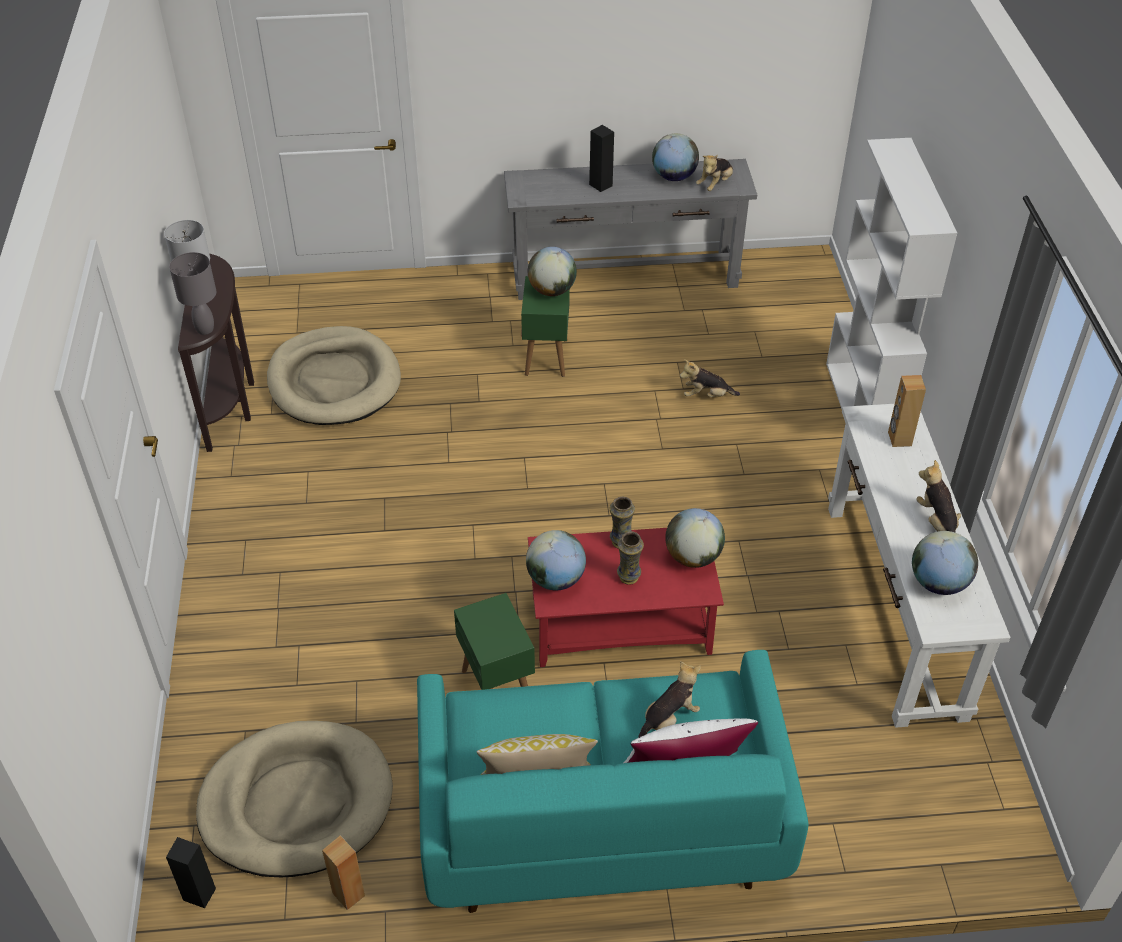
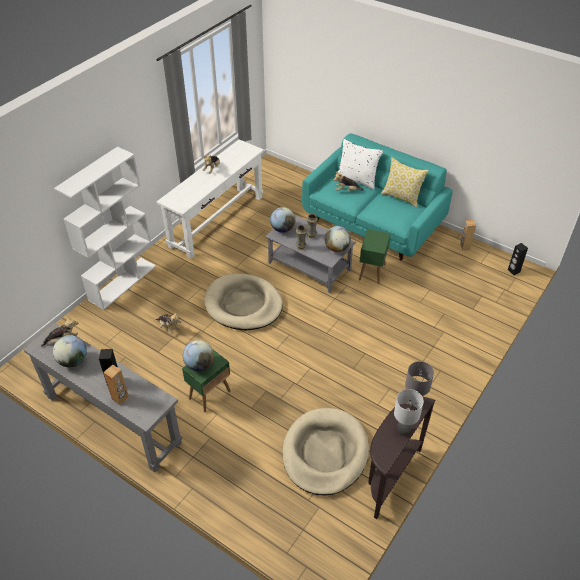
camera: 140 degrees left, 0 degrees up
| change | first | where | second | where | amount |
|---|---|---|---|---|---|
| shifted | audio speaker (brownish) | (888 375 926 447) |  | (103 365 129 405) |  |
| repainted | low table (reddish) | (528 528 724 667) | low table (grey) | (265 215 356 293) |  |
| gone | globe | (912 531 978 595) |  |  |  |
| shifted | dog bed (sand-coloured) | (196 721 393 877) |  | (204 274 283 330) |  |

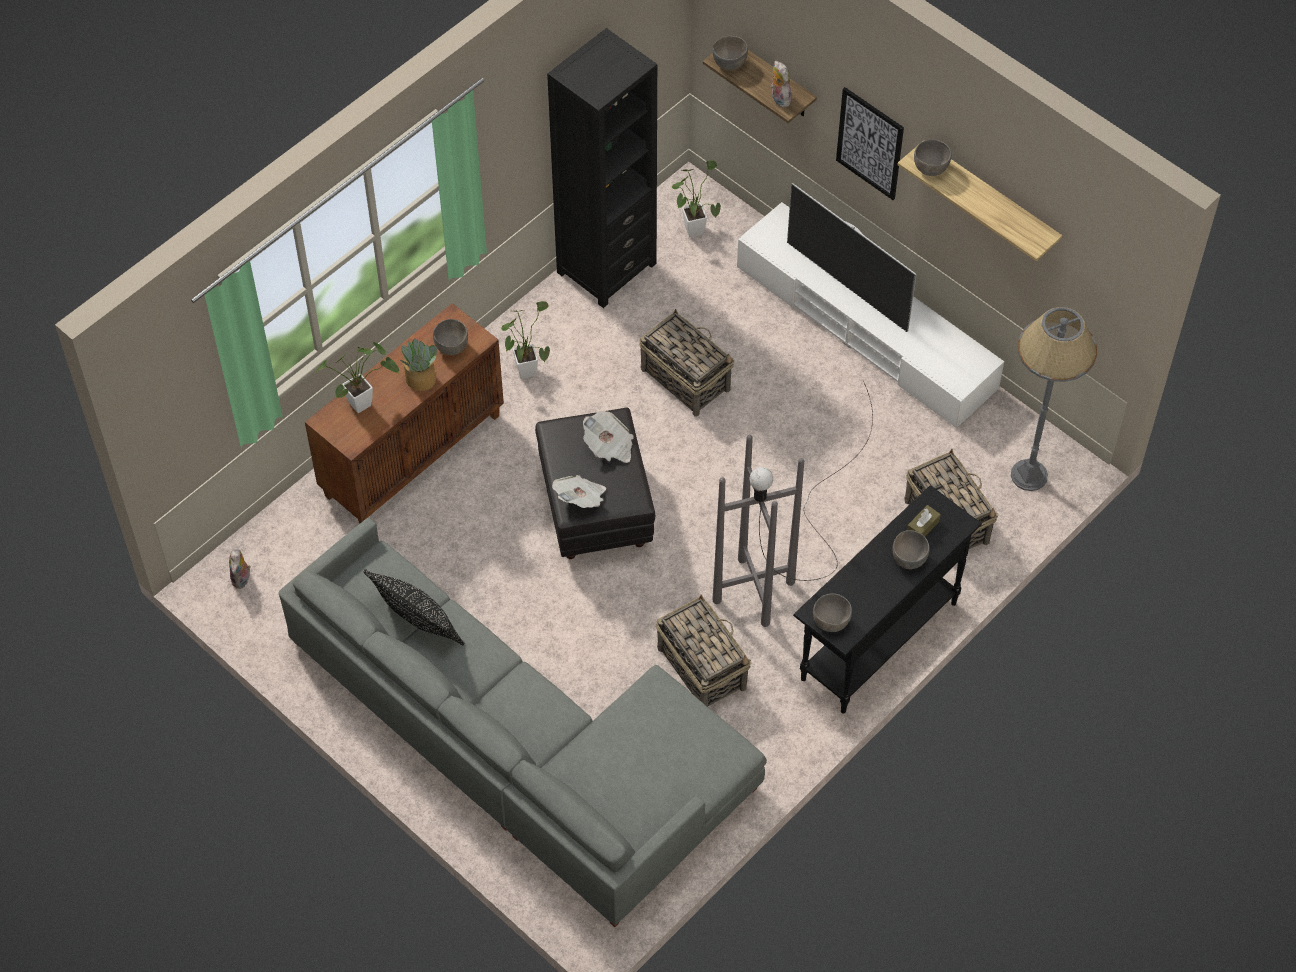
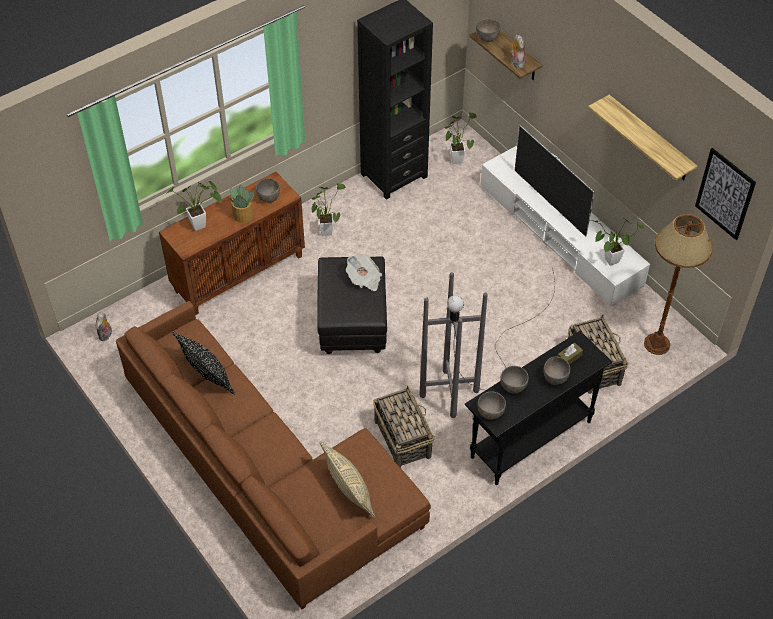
camera: 10 degrees right, 5 degrees down
| change | first | where | second | where | amount |
|---|---|---|---|---|---|
| shifted | wall art | (836 87 904 200) |  | (695 148 756 240) |  |
| shifted | bowl (grey) | (914 139 951 176) |  | (500 366 529 393) |  |
| repainted | standing lamp (grey) | (1011 307 1097 491) | standing lamp (brownish) | (644 214 713 355) |  |
| gone | storage basket | (639 309 734 417) |  |  |  |
| gone | printed paper | (552 475 606 508) |  |  |  |
| repainted | couch (grey) | (278 517 767 927) | couch (brownish) | (116 301 431 609) |  |
| new |  |  | houseplant | (589 219 644 266) |  |
| new |  |  | pillow (sand-coloured) | (320 441 375 519) |  |

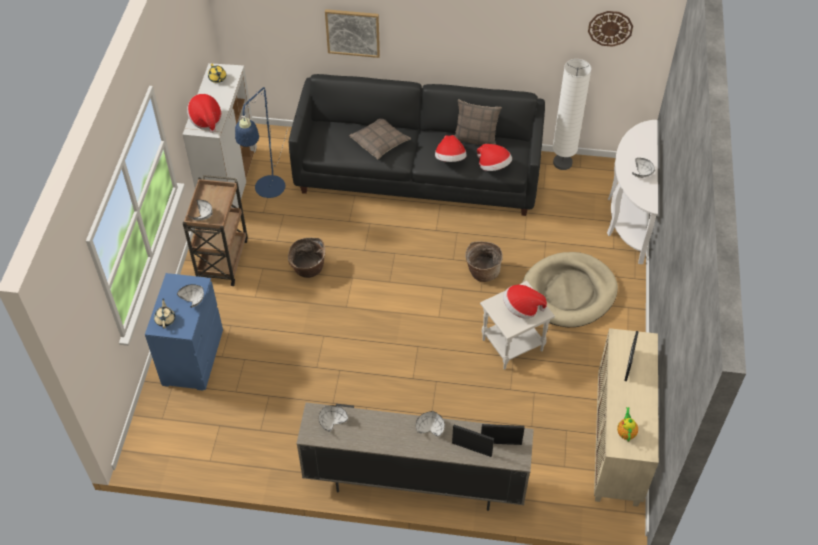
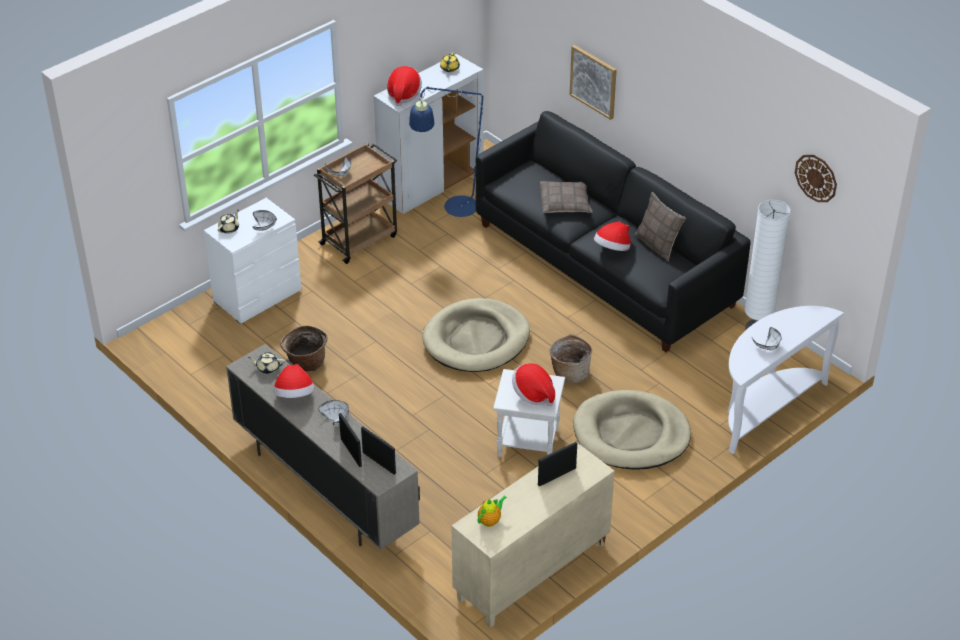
camera: 40 degrees right, 10 degrees down
| change | first | where | second | where | amount |
|---|---|---|---|---|---|
| shifted | clothing hat | (477 144 512 171) |  | (274 364 315 398) |  |
| shifted | storage basket | (288 238 325 278) |  | (280 325 328 372) |  |
| repainted | drawer chest (blue-coloured) | (145 273 223 391) | drawer chest (white) | (204 198 302 324) |  |
| swapped | bowl (white) | (319 405 348 432) | teapot (sand-coloured) | (248 352 285 374) |  |
| new |  |  | dog bed (sand-coloured) | (422 298 530 372) |  |

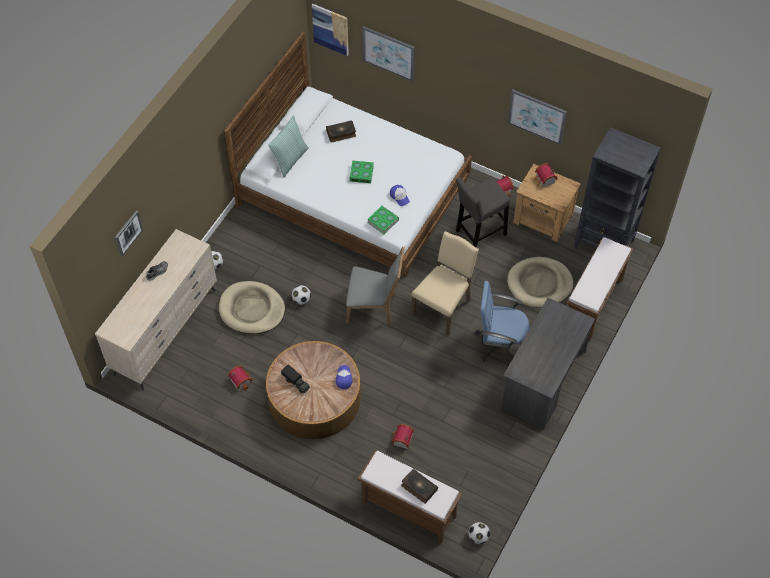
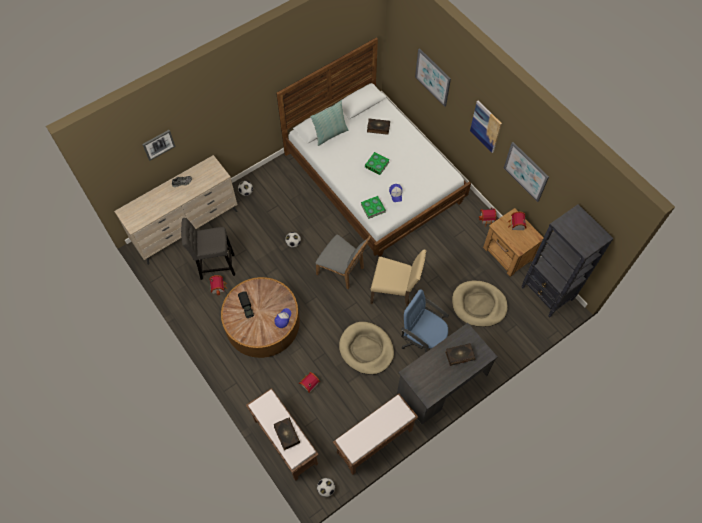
camera: 25 degrees right, 5 degrees up
| change | first | where | second | where | amount |
|---|---|---|---|---|---|
| shifted | wall art | (312 4 349 56) |  | (470 101 502 153) |  |
| shifted | sitting stool (grey) | (456 177 510 248) |  | (181 218 235 280) |  |
| rotated | chair (sand-coloured) | (411 231 479 336) |  | (370 249 426 306) | 45 degrees clockwise |
| shifted | long seat (brownish) | (566 237 633 340) |  | (333 394 418 475) |  |
| shifted | dog bed (sand-coloured) | (219 281 285 334) |  | (339 322 394 374) |  |
| new |  |  | bound book | (445 343 476 366) |  |

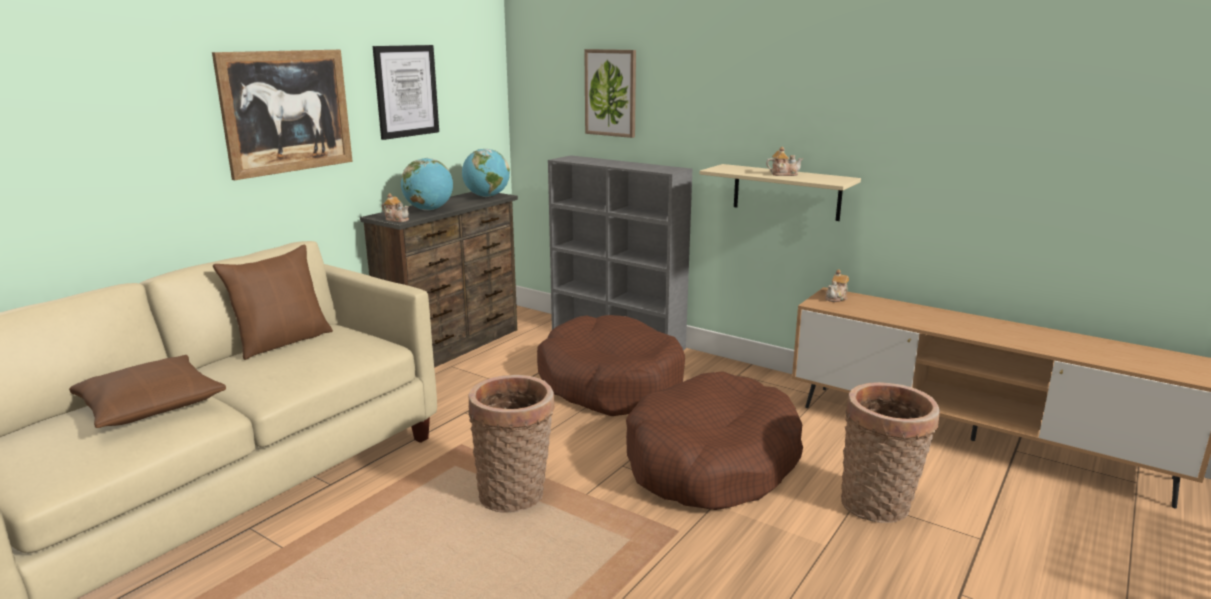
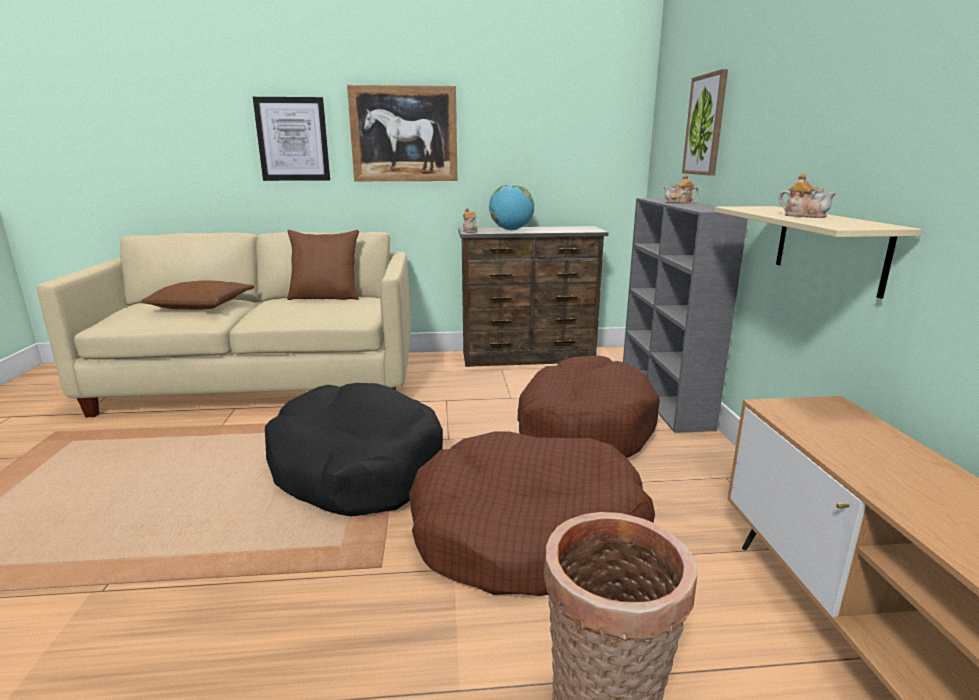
camera: 50 degrees right, 0 degrees up
| change | first | where | second | where | amount |
|---|---|---|---|---|---|
| shifted | wall art | (373 45 439 140) |  | (253 97 330 181) |  |
| gone | globe | (462 149 510 197) |  |  |  |
| shifted | teapot | (825 269 849 302) |  | (663 174 699 204) |  |
| swapped | storage basket | (469 375 555 513) | dog bed (blackish) | (265 383 443 516) |  |

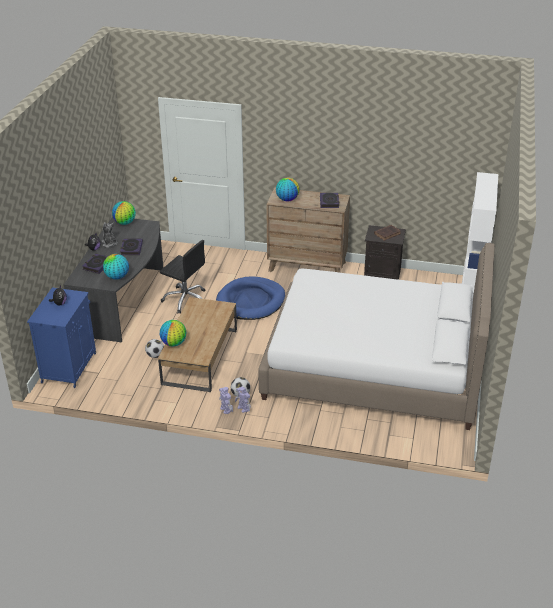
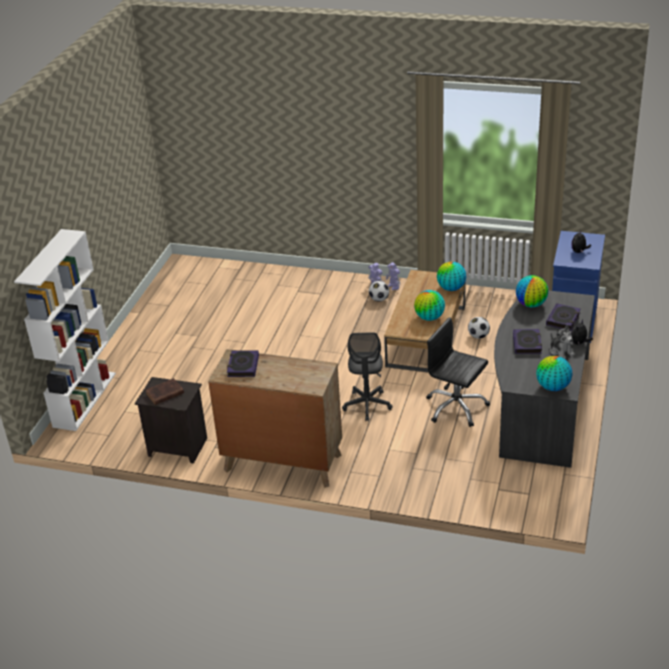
camera: 175 degrees left, 0 degrees up
| change | first | where | second | where | amount |
|---|---|---|---|---|---|
| shifted | globe | (276 178 299 201) |  | (414 290 445 321) |  |
| gone | bed (white) | (258 243 495 430) |  |  |  |
| swapped | dog bed (blue-coloured) | (216 276 285 320) | desk chair (grey) | (342 332 392 421) |  |

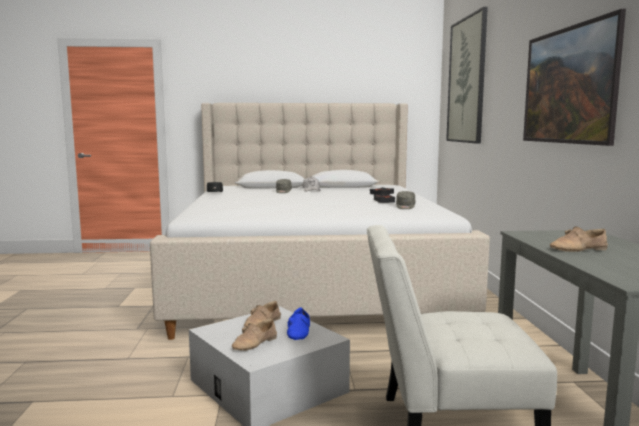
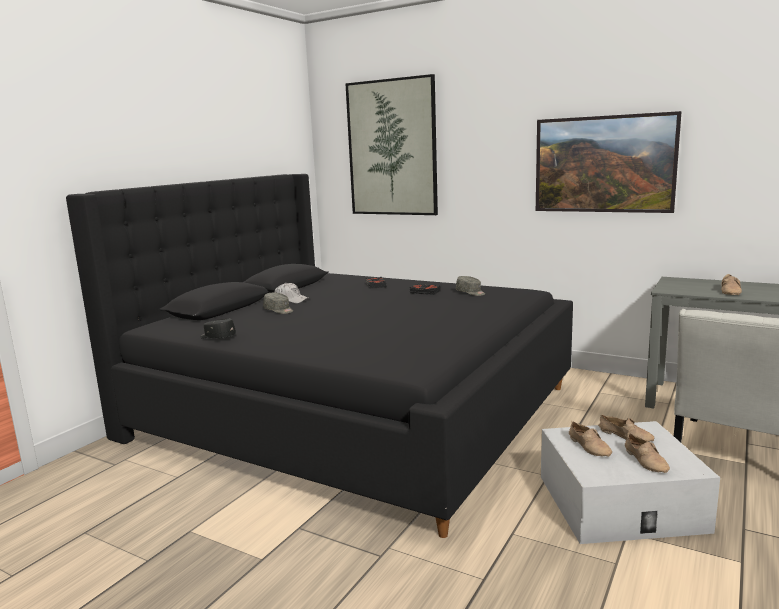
camera: 55 degrees left, 5 degrees up
| change | first | where | second | where | amount |
|---|---|---|---|---|---|
| repainted | bed (sand-coloured) | (150 103 490 340) | bed (blackish) | (66 174 573 538) |  |
| repainted | shoe (blue-coloured) | (287 307 310 340) | shoe (sand-coloured) | (598 415 654 442) |  |

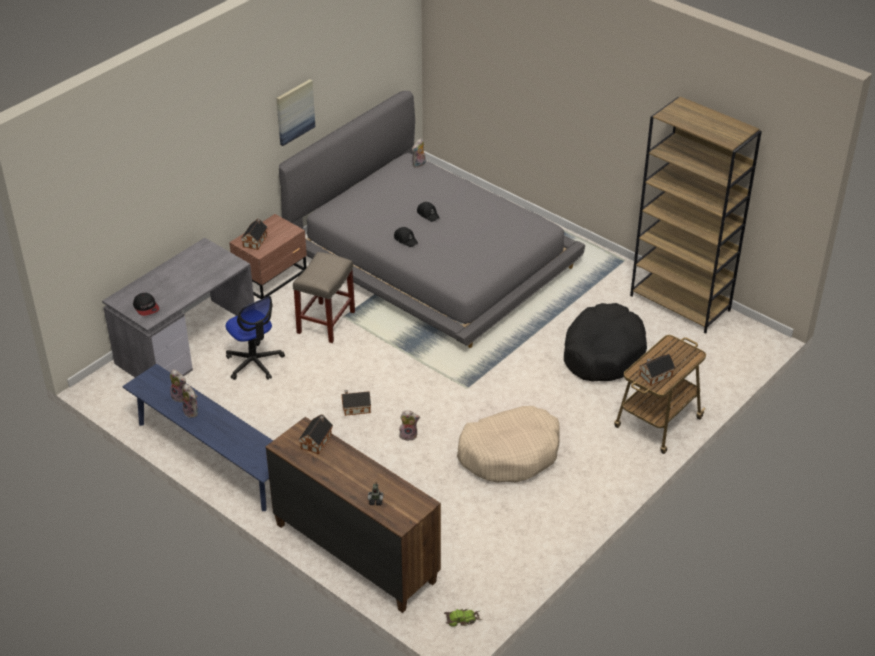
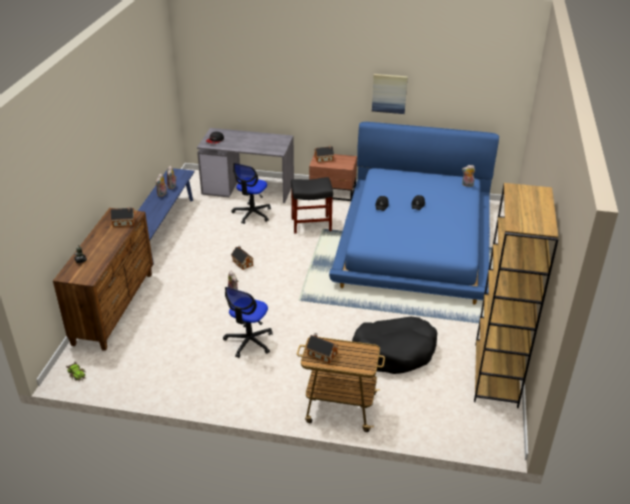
camera: 60 degrees right, 5 degrees down
| change | first | where | second | where | amount |
|---|---|---|---|---|---|
| repainted | bed (grey) | (279 91 585 348) | bed (blue-coloured) | (329 122 499 305) |  |
| repainted | sitting stool (sand-coloured) | (293 252 355 343) | sitting stool (blackish) | (291 177 333 234) |  |
| swapped | dog bed (sand-coloured) | (457 406 560 482) | desk chair | (223 287 273 358) |  |

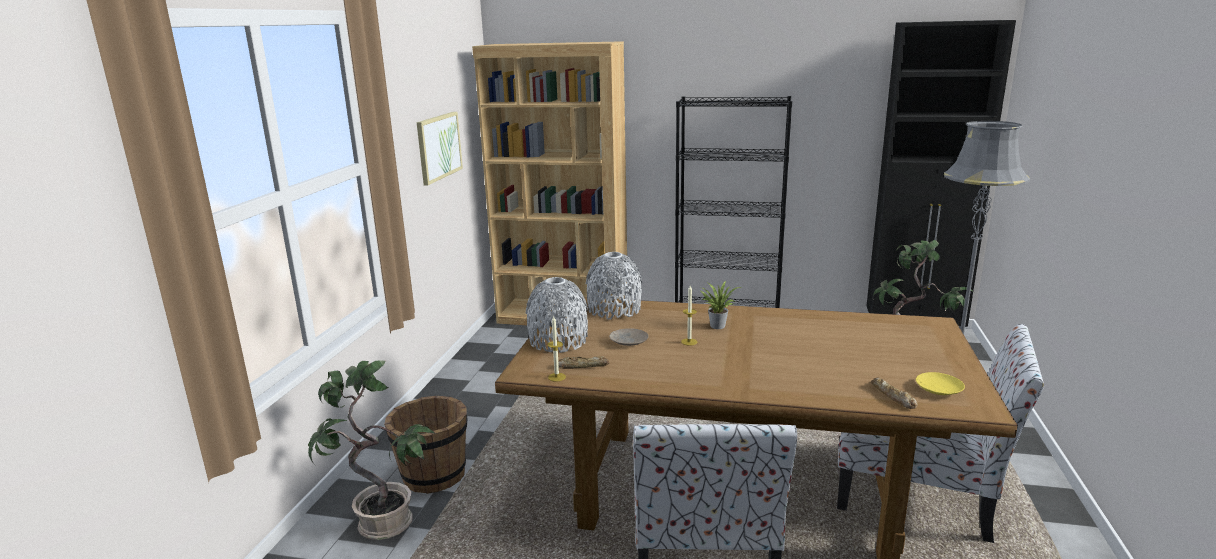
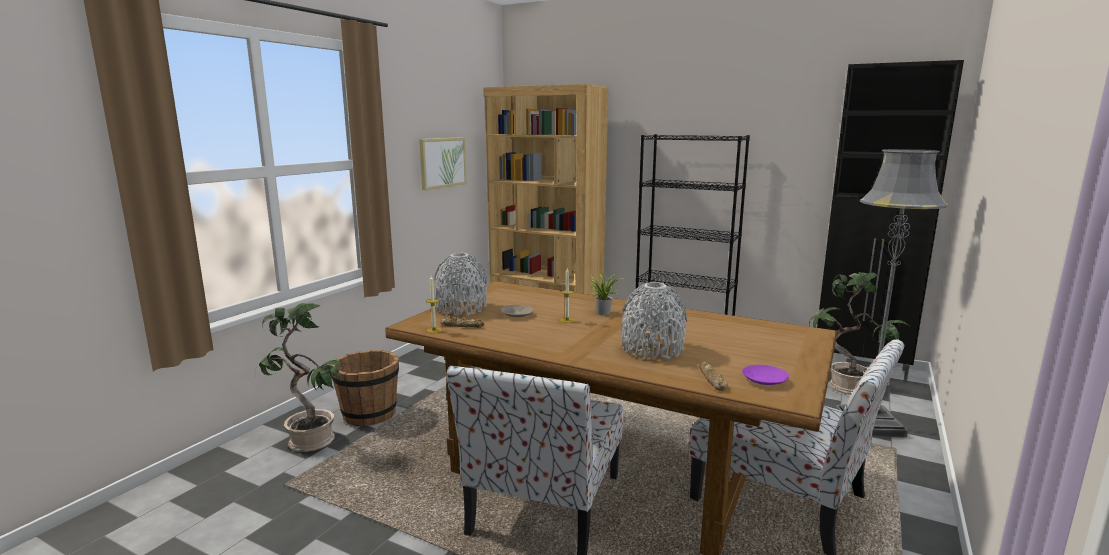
camera: 15 degrees right, 5 degrees down
| change | first | where | second | where | amount |
|---|---|---|---|---|---|
| shifted | vase (grey) | (586 252 642 320) |  | (622 282 687 359) |  |
| repainted | plate (yellow-coloured) | (916 372 965 395) | plate (purple-coloured) | (742 365 789 385) |  |

